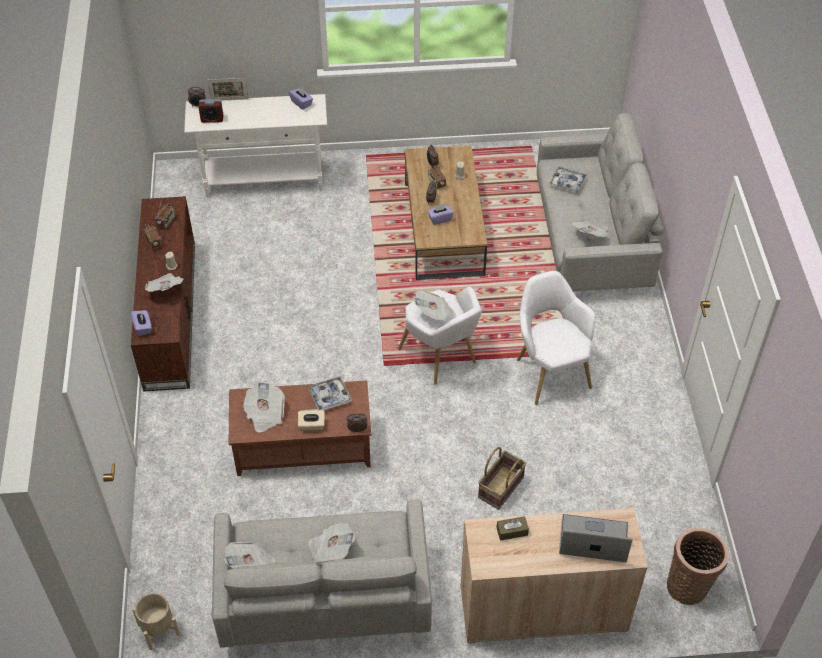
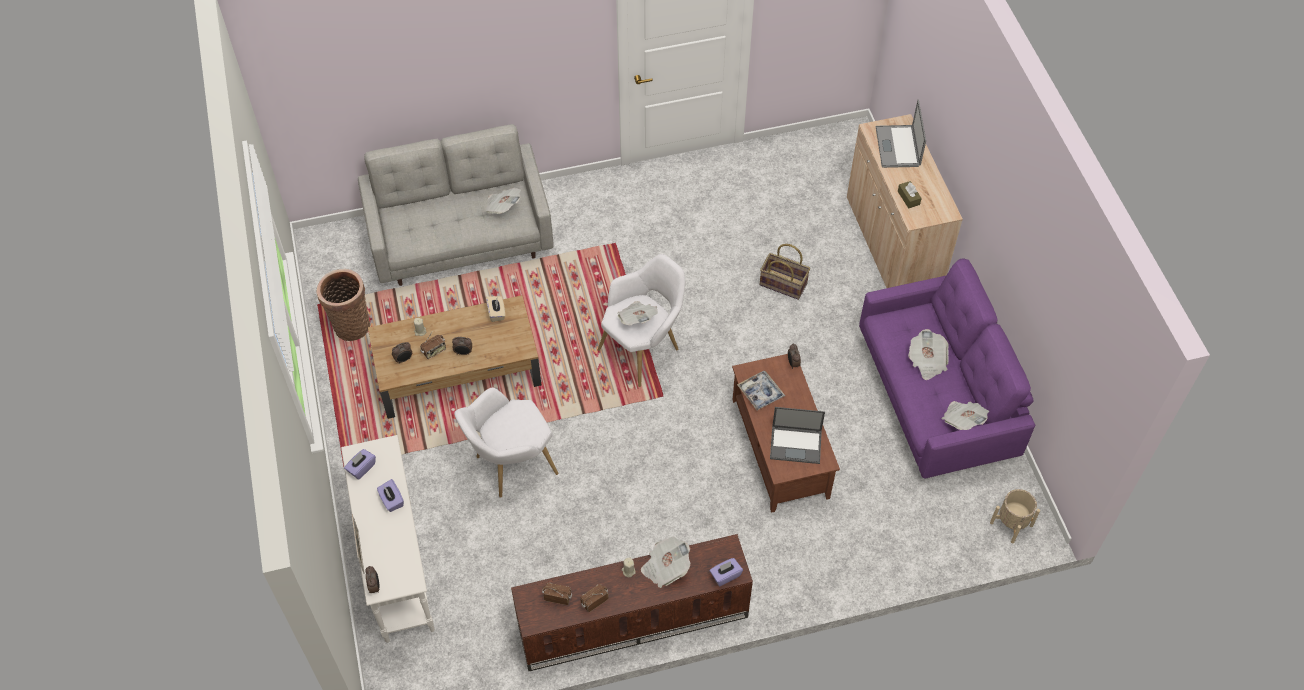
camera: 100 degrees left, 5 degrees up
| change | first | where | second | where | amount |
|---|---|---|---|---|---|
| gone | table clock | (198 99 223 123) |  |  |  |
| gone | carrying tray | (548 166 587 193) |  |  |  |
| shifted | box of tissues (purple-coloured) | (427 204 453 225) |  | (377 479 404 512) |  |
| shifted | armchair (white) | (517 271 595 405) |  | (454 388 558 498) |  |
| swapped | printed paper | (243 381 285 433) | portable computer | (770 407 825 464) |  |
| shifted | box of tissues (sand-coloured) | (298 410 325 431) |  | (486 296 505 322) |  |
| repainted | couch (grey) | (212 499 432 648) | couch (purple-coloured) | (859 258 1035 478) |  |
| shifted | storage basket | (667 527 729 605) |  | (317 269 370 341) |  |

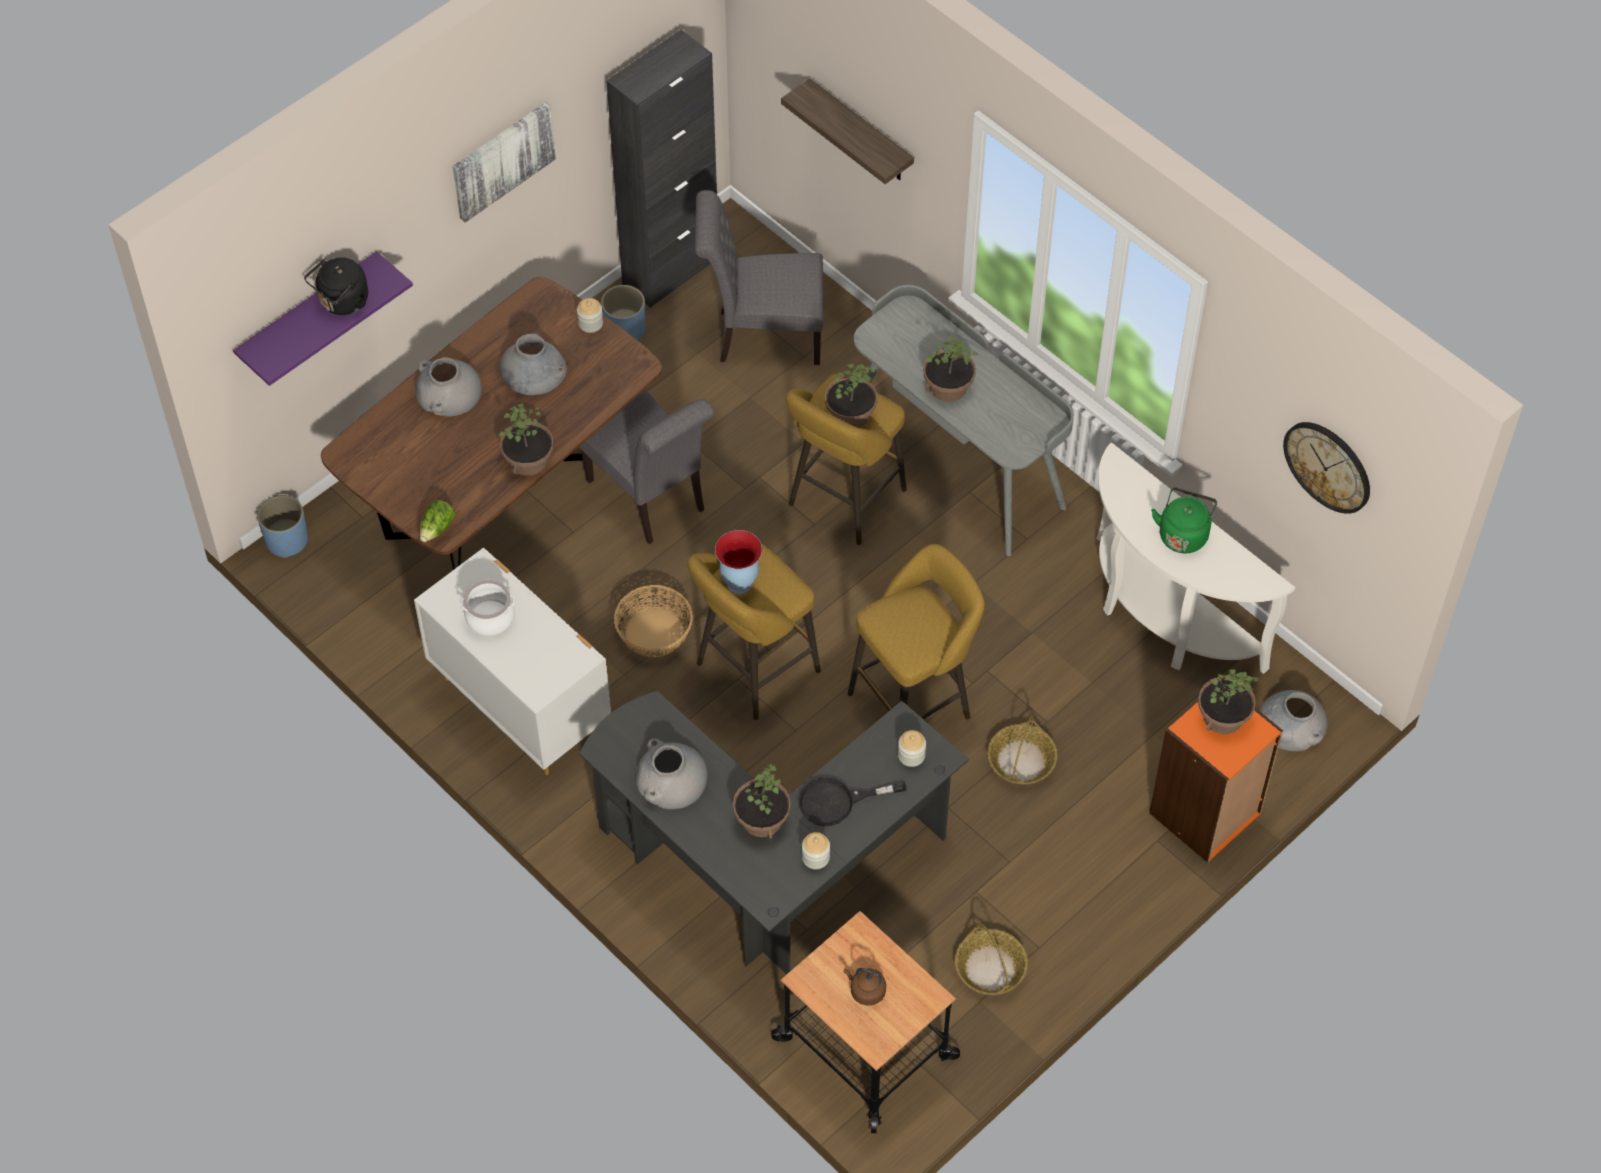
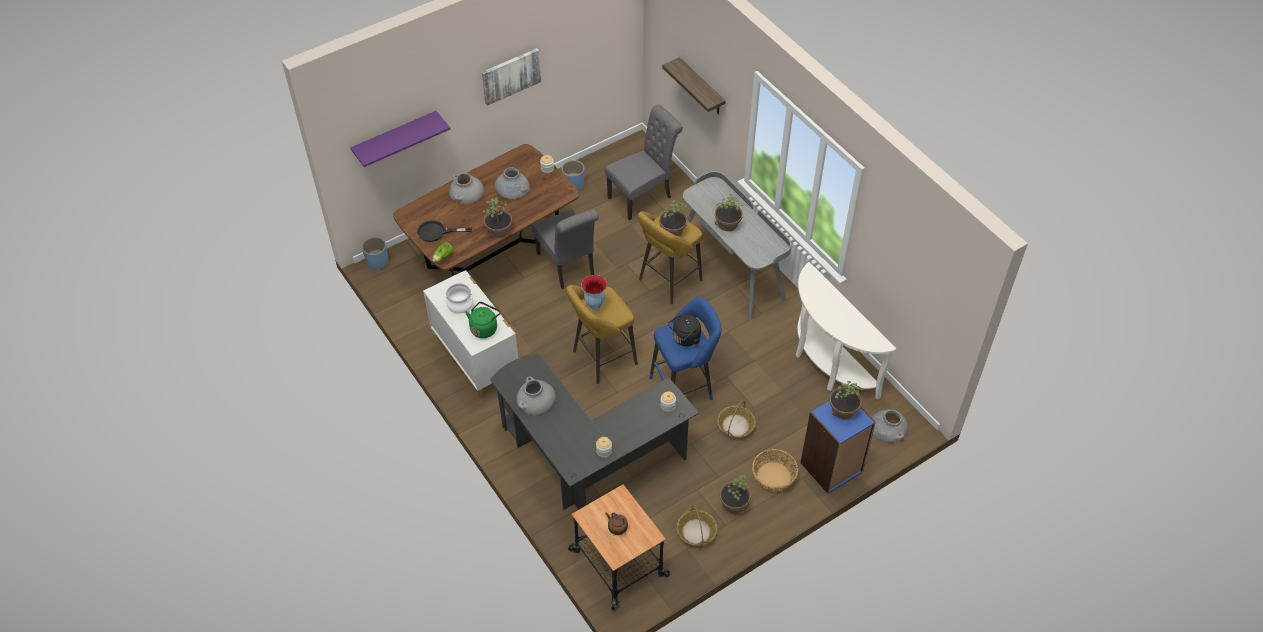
camera: 10 degrees right, 5 degrees down
| change | first | where | second | where | amount |
|---|---|---|---|---|---|
| gone | cabinet (blackish) | (606 30 717 308) |  |  |  |
| rotated | chair (grey) | (695 190 823 365) |  | (605 105 683 221) | 135 degrees clockwise |
| shifted | tea kettle (blackish) | (304 257 368 315) |  | (668 315 701 346) |  |
| gone | hanging clock | (1283 422 1370 514) |  |  |  |
| shifted | tea kettle (green-coloured) | (1151 488 1217 554) |  | (466 302 501 338) |  |
| repainted | sitting stool (yellow-coloured) | (848 544 985 719) | sitting stool (blue-coloured) | (649 297 722 400) |  |
| shifted | storage basket | (614 585 693 657) |  | (752 449 798 491) |  |
| repainted | bookshelf (orangey) | (1149 702 1283 863) | bookshelf (blue-coloured) | (801 401 876 494) |  |
| shifted | houseplant | (733 764 791 839) |  | (720 474 751 514) |  |
| shifted | skillet (blackish) | (798 777 907 826) |  | (417 220 472 242) |  |

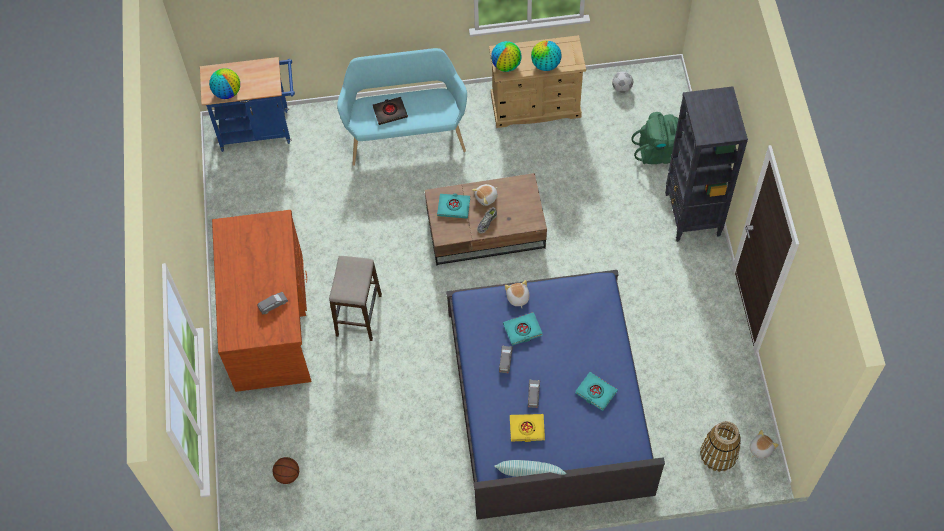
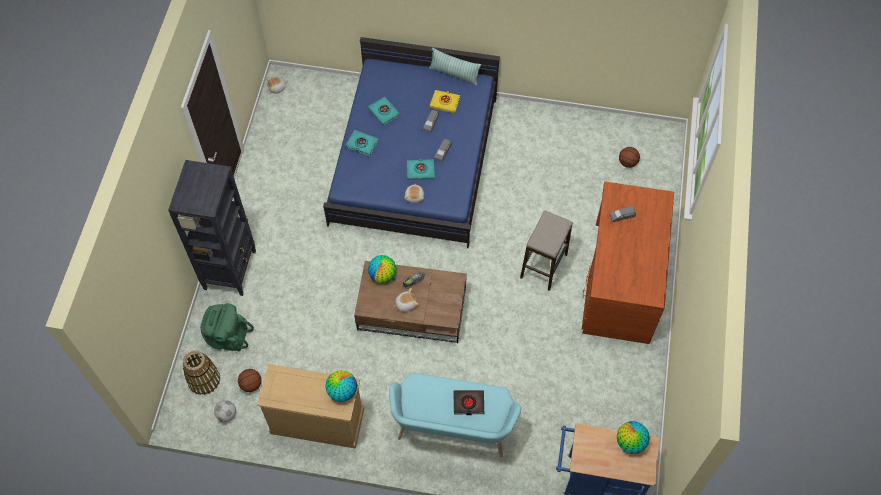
camera: 165 degrees left, 0 degrees up
| change | first | where | second | where | amount |
|---|---|---|---|---|---|
| shifted | globe | (531 41 562 71) |  | (368 255 396 283) |  |
| shifted | bound book (turquoise) | (437 194 470 219) |  | (346 130 379 156) |  |
| shifted | storage basket | (700 421 741 472) |  | (183 350 220 395) |  |
| new |  |  | ball for basketball | (238 369 261 392) |  |

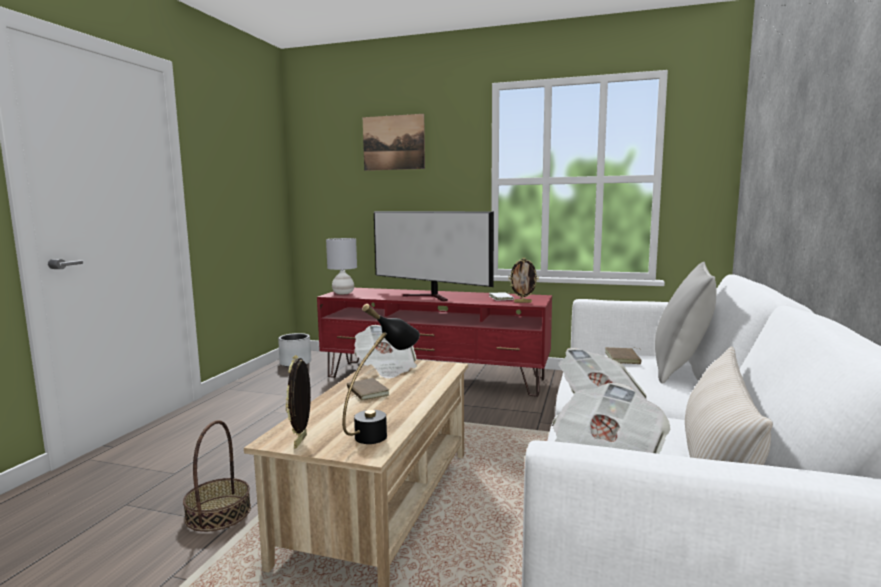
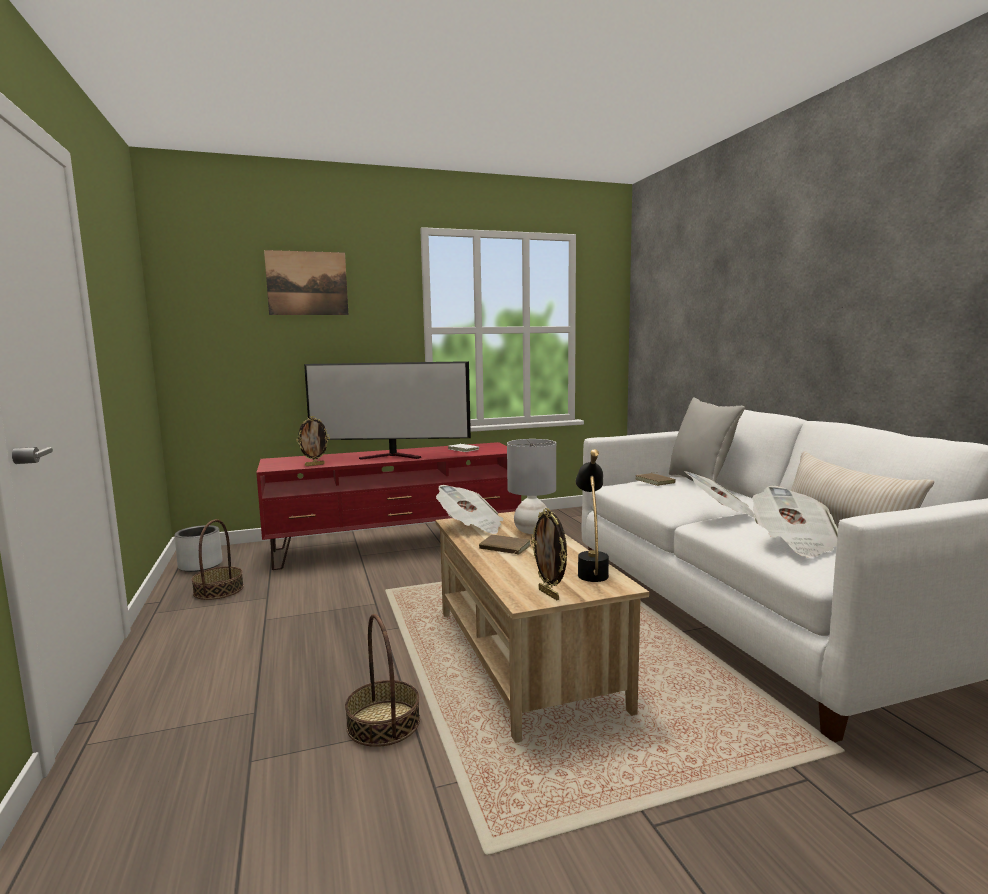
camera: 35 degrees left, 0 degrees up
| change | first | where | second | where | amount |
|---|---|---|---|---|---|
| shifted | lamp for a table (grey) | (326 238 357 294) |  | (507 439 556 534) |  |
| shifted | photo frame | (509 258 539 303) |  | (296 416 330 466) |  |
| new |  |  | storage basket | (191 519 244 600) |  |

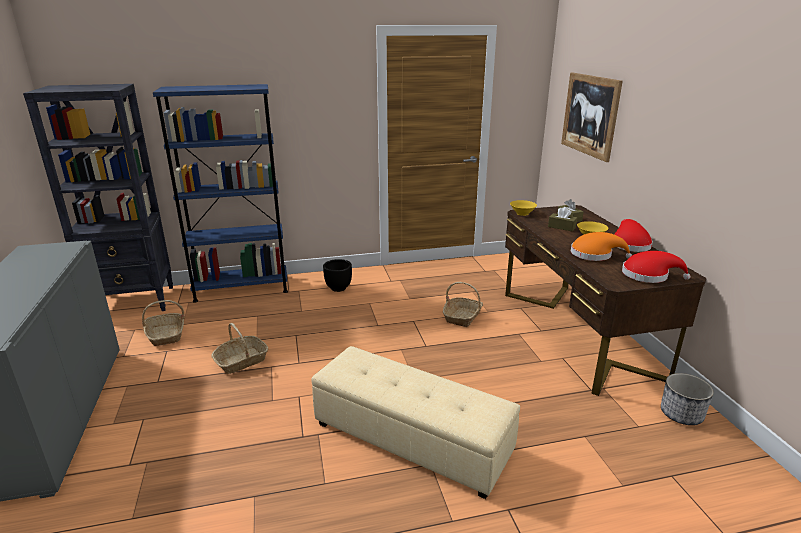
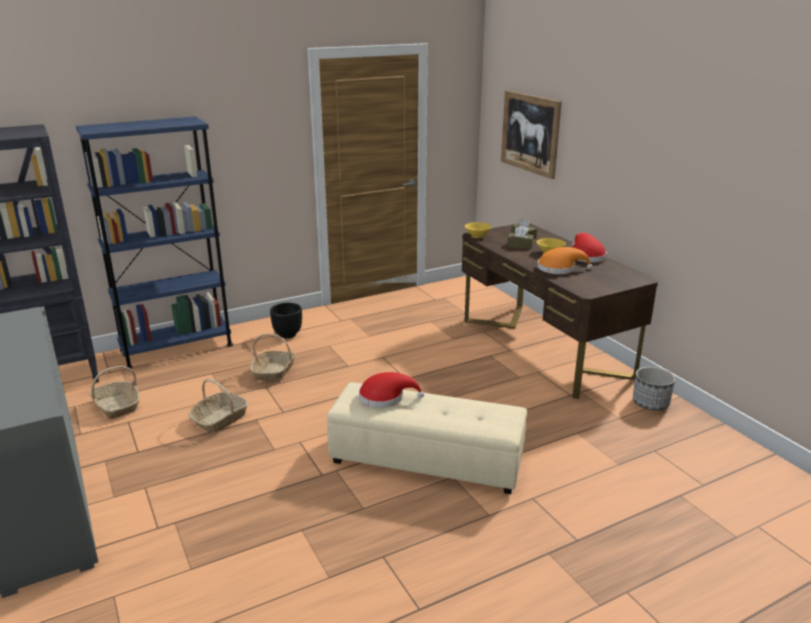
camera: 15 degrees left, 0 degrees up
| change | first | where | second | where | amount |
|---|---|---|---|---|---|
| shifted | clothing hat (reddish) | (622 251 691 283) |  | (359 372 424 408) |  |
| shifted | storage basket | (443 282 483 327) |  | (250 334 295 382) |  |

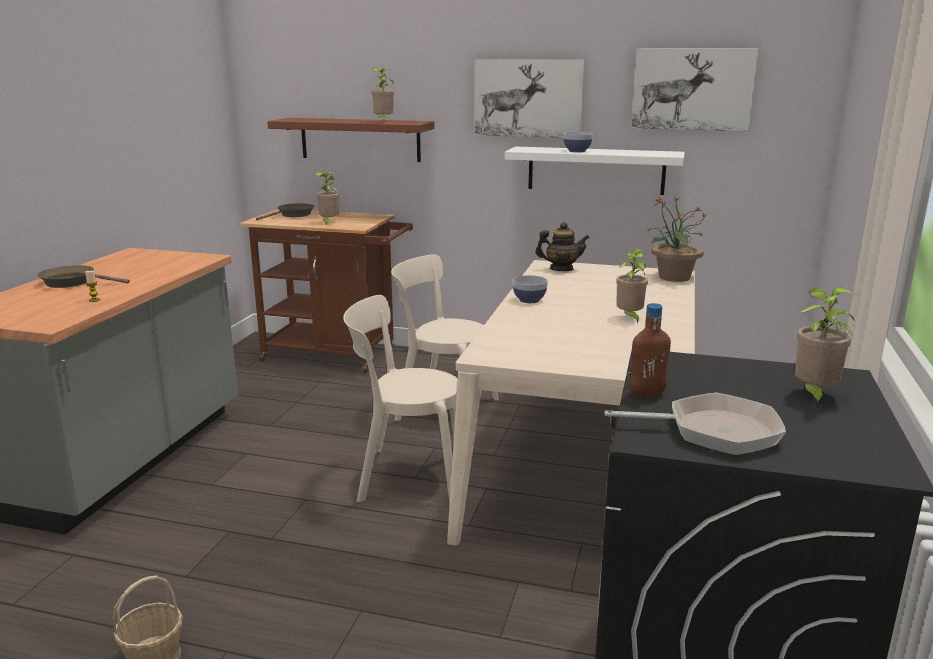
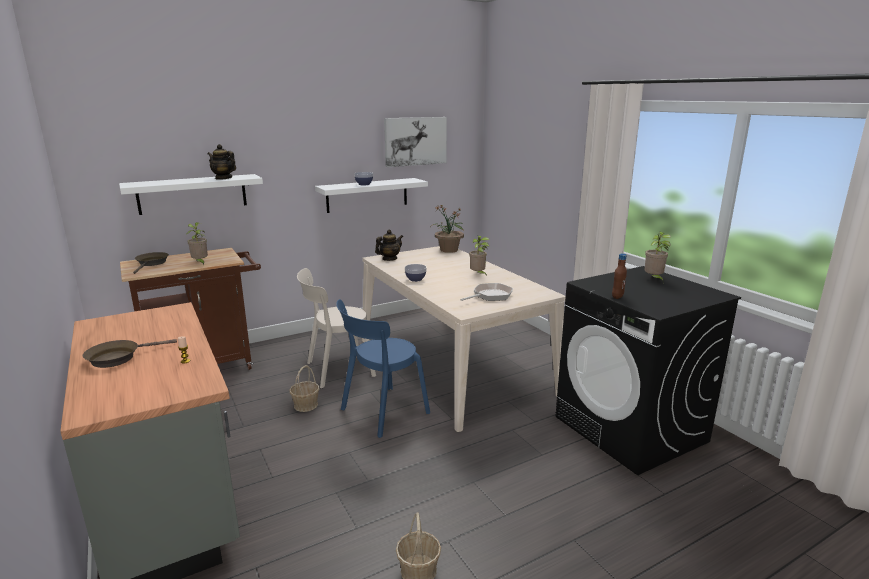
camera: 45 degrees left, 0 degrees up
| change | first | where | second | where | amount |
|---|---|---|---|---|---|
| gone | wall art | (475 59 585 138) |  |  |  |
| swapped | houseplant | (371 67 394 122) | teapot | (208 144 236 180) |  |
| repainted | shelf (brownish) | (267 118 434 162) | shelf (white) | (119 174 263 215) |  |
| repainted | chair (sand-coloured) | (343 295 458 503) | chair (blue-coloured) | (336 299 430 438) |  |
| shifted | skillet | (605 393 786 455) |  | (460 283 513 301) |  |
| new |  |  | storage basket | (290 365 320 412) |  |

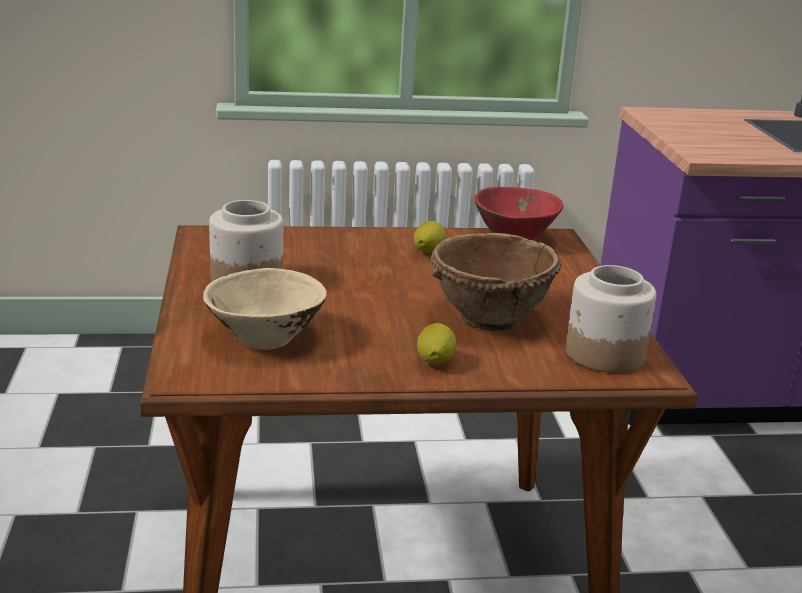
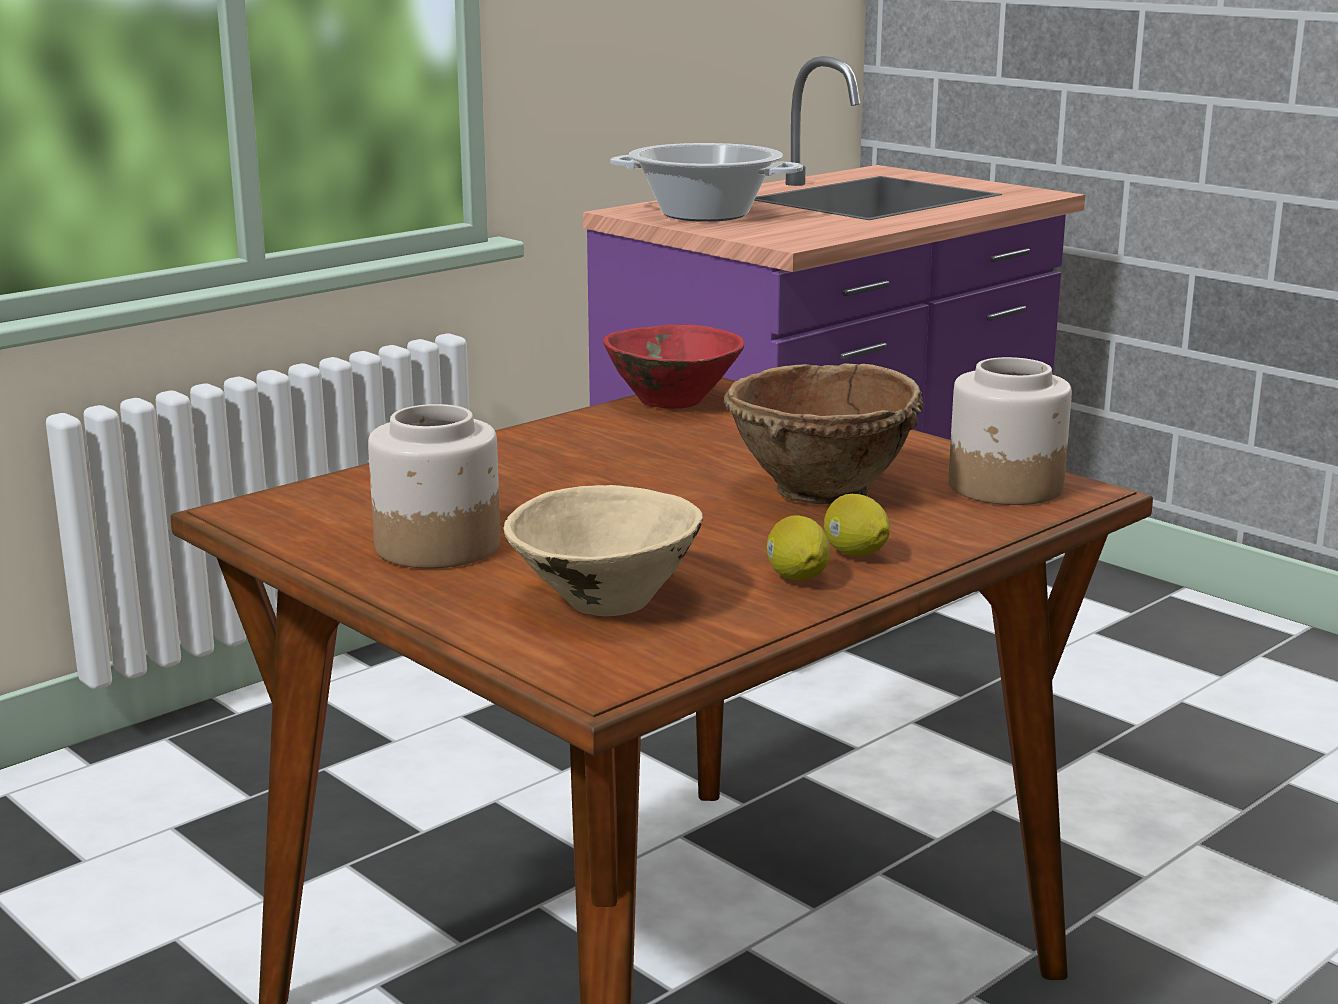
camera: 35 degrees left, 5 degrees down
| change | first | where | second | where | amount |
|---|---|---|---|---|---|
| shifted | citrus fruit | (414 221 446 253) |  | (767 515 830 580) |  |
| new |  |  | cooking pot | (610 143 803 222) |  |

